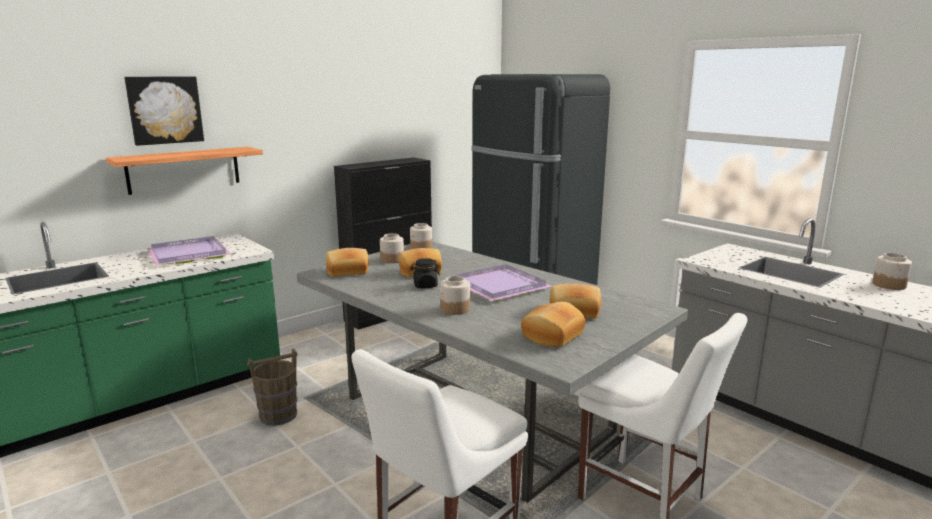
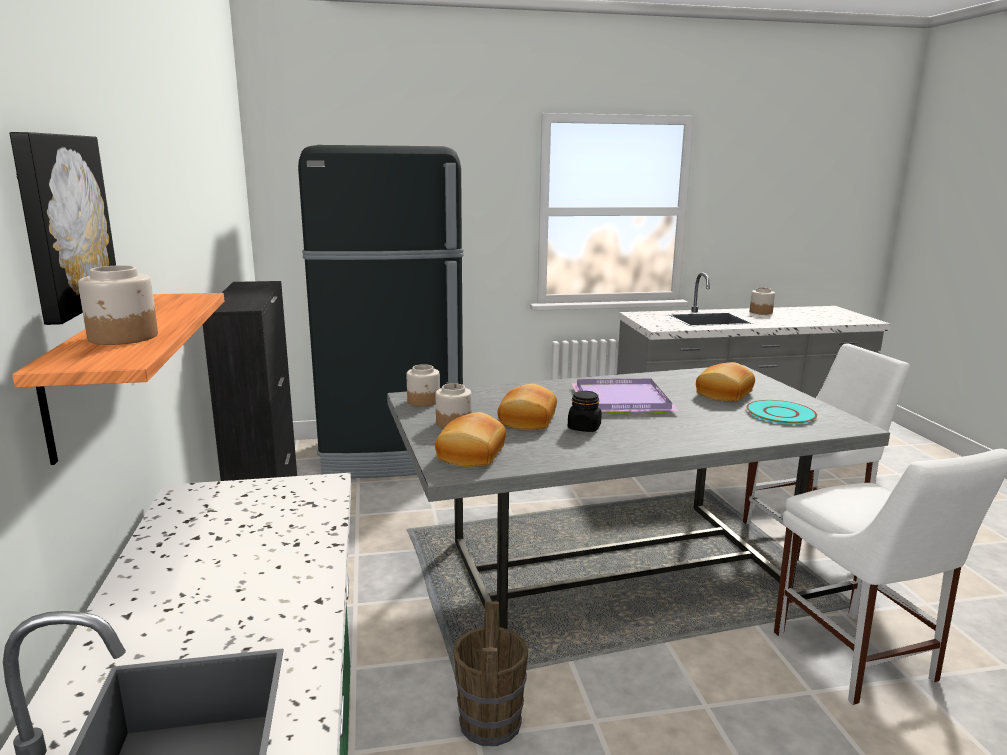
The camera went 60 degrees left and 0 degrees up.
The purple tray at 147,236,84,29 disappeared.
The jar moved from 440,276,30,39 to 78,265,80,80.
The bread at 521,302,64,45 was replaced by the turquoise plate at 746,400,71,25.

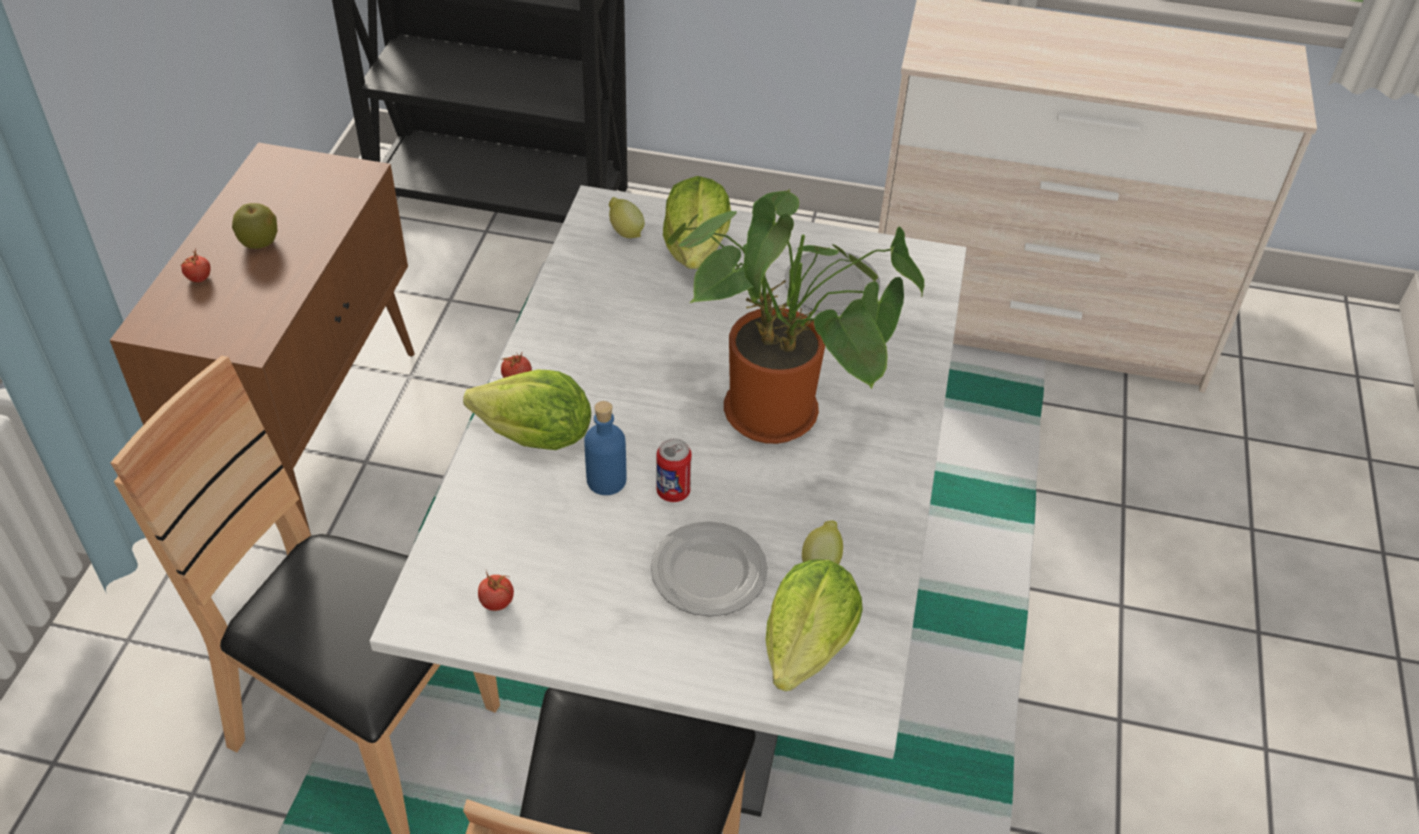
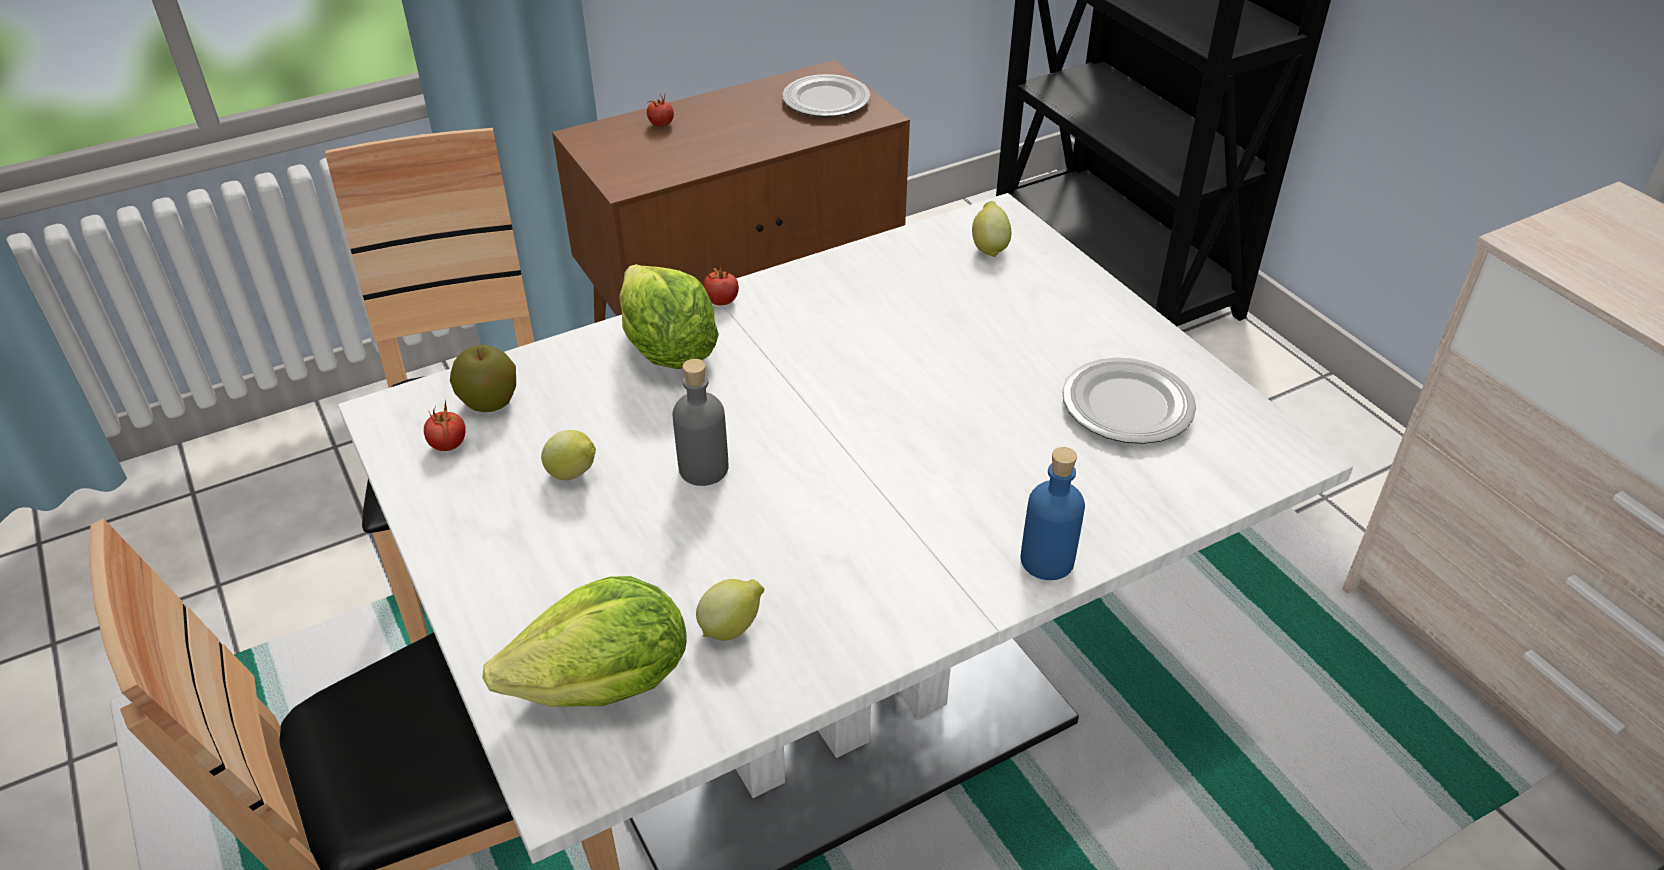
The camera went 50 degrees right and 5 degrees down.
The lettuce at 663,176,68,93 disappeared.
The potted plant at 667,189,257,255 disappeared.
The apple moved from 232,203,46,46 to 450,344,66,68.
The blue bottle moved from 584,401,42,94 to 1021,447,64,133.
The can at 657,438,35,64 was replaced by the grey bottle at 672,359,56,127.
The plate moved from 651,521,117,95 to 782,74,88,43.
The lemon at 541,430,55,50 appeared.

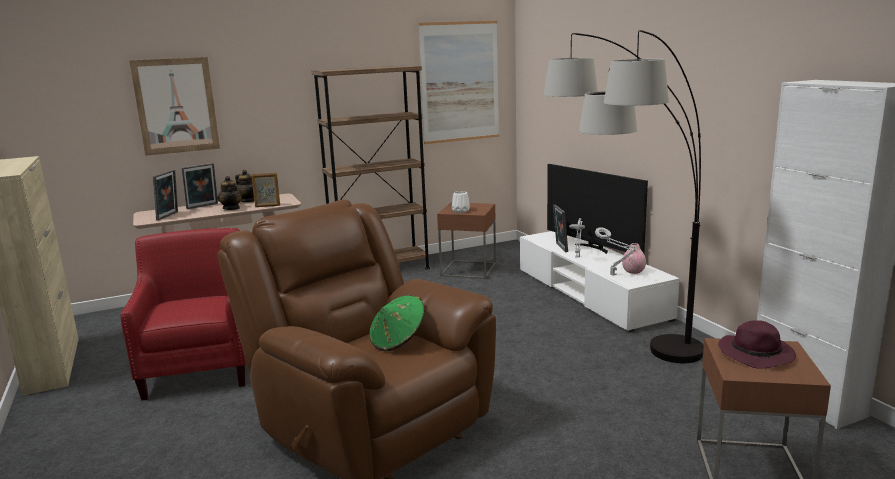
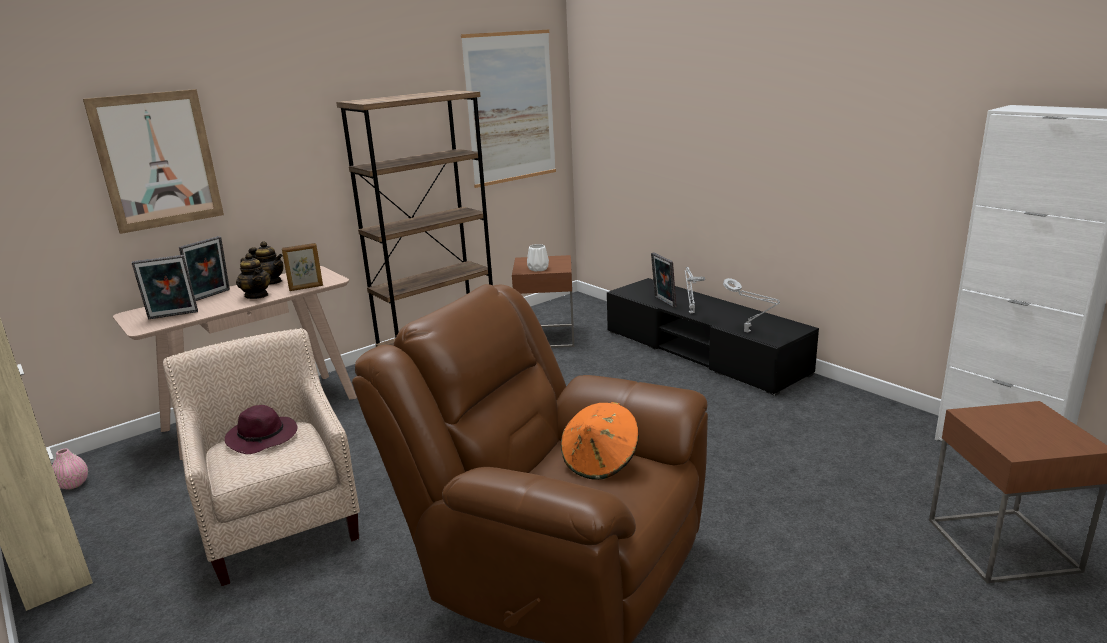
The camera went 15 degrees left and 5 degrees up.
The floor lamp at 544,30,160,333 disappeared.
The television at 547,164,101,90 disappeared.
The picture frame at 153,170,25,50 turned 75 degrees clockwise.
The red armchair at 121,228,125,173 became the beige armchair at 163,328,197,258.
The white tv stand at 520,231,160,102 became the black tv stand at 607,278,212,118.
The pink vase moved from 622,243,24,31 to 52,449,36,41.
The green hat at 369,296,55,55 became the orange hat at 561,402,78,78.
The purple hat moved from 718,320,78,49 to 225,405,73,49.

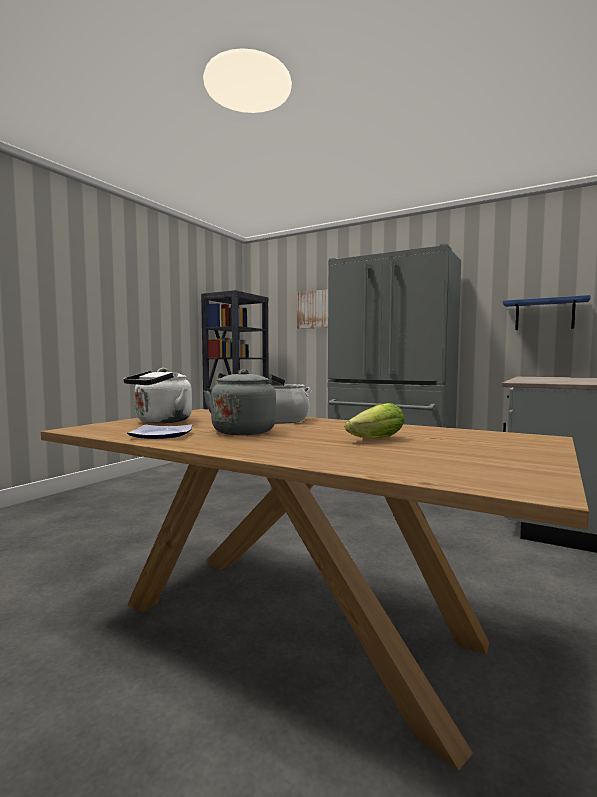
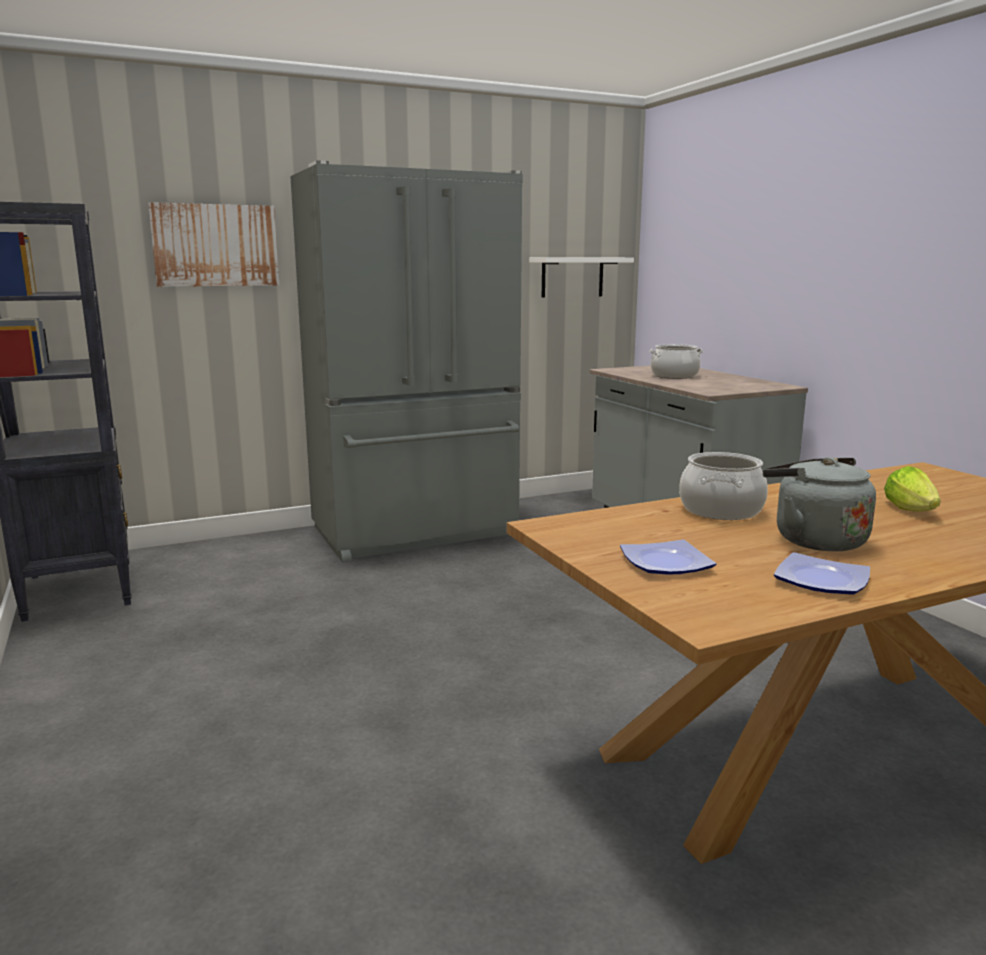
The camera went 55 degrees left and 10 degrees up.
The blue shelf at 503,295,88,35 became the white shelf at 529,257,105,41.
The white kettle at 123,368,69,55 was replaced by the plate at 620,539,96,35.
The cooking pot at 649,344,54,35 appeared.

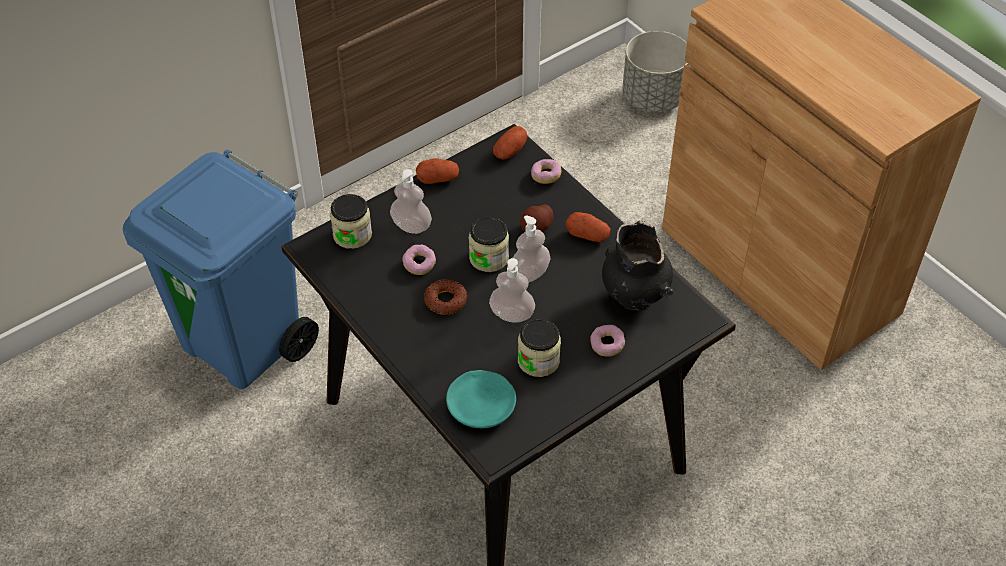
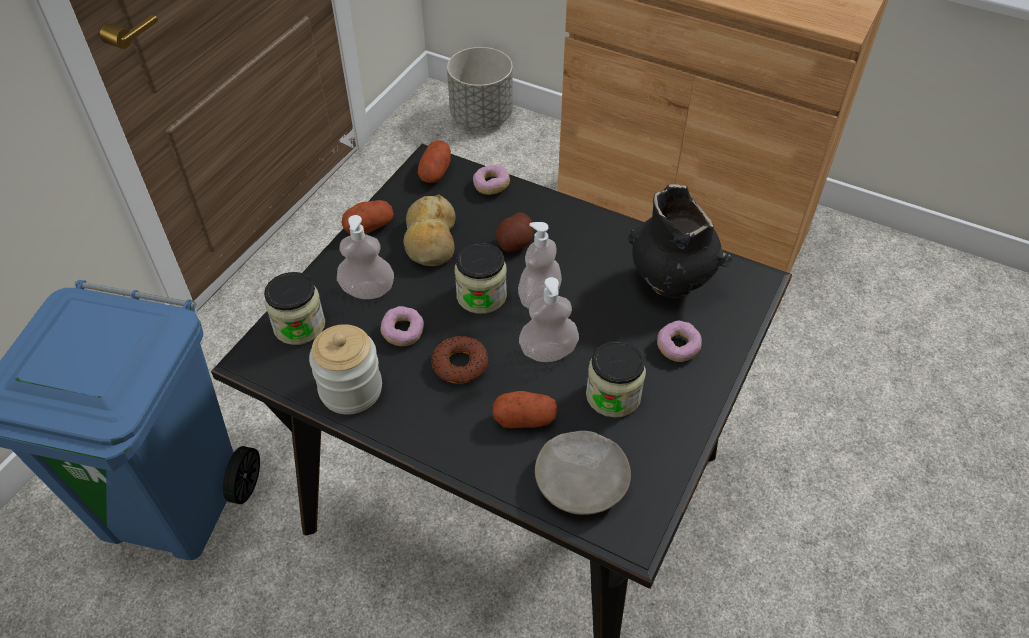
The camera went 25 degrees left and 0 degrees up.
The potato moved from 566,212,45,30 to 493,391,65,37.
The turquoise plate at 446,370,70,58 became the beige plate at 535,431,96,84.
The bread at 403,194,52,72 appeared.
The jar at 309,324,73,91 appeared.

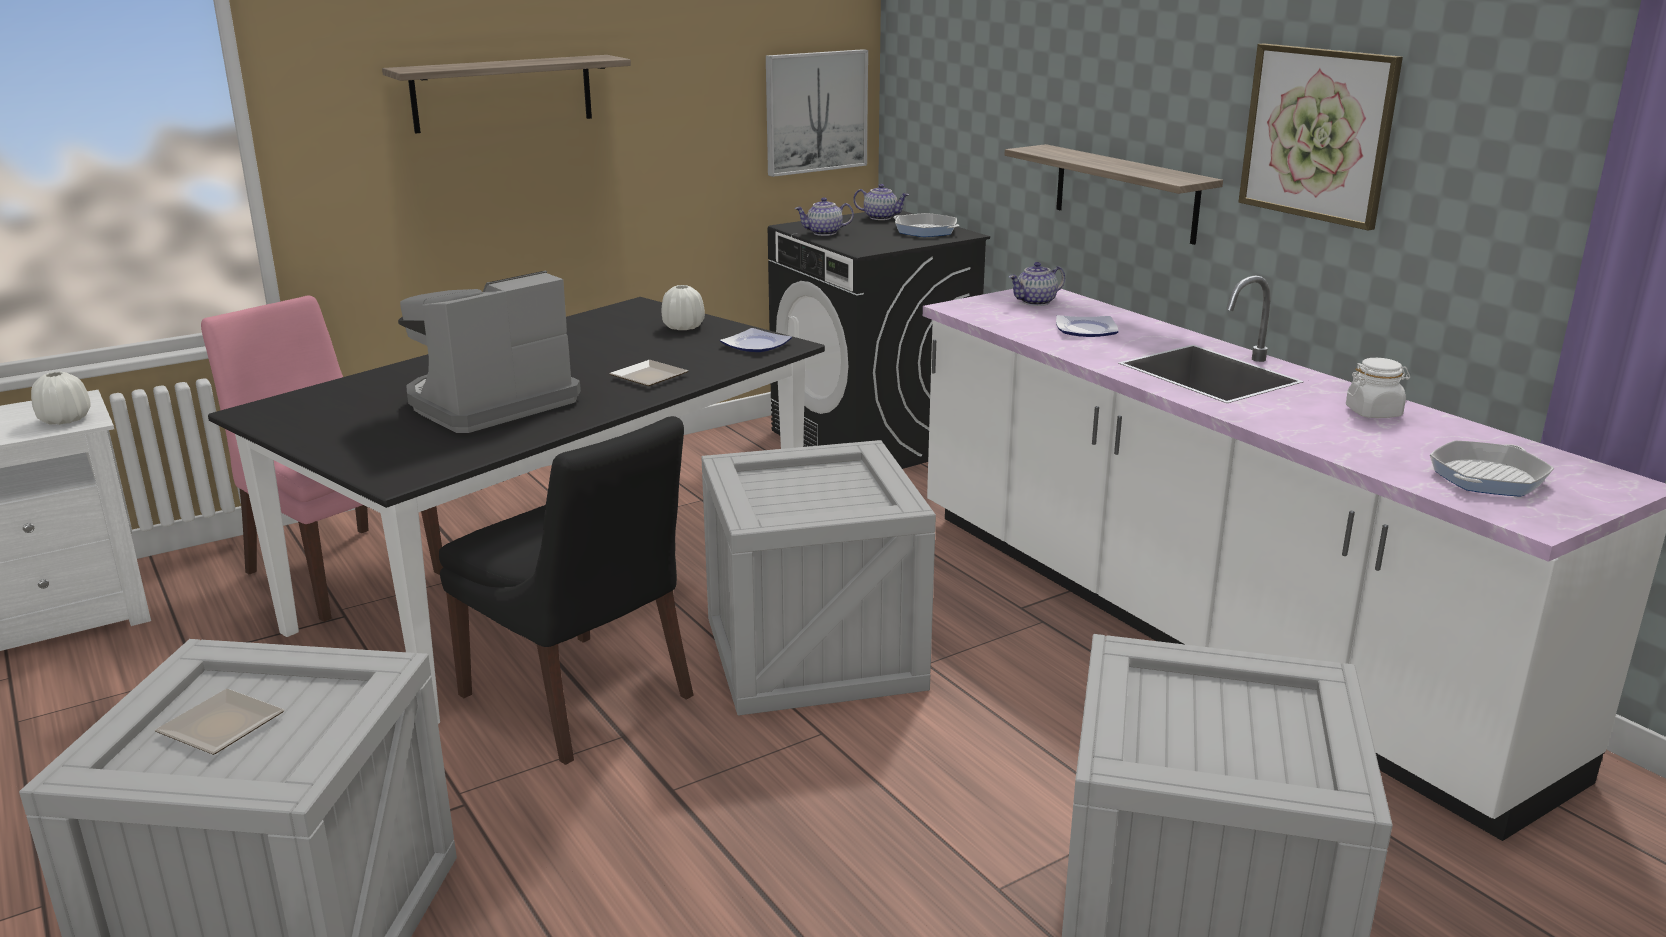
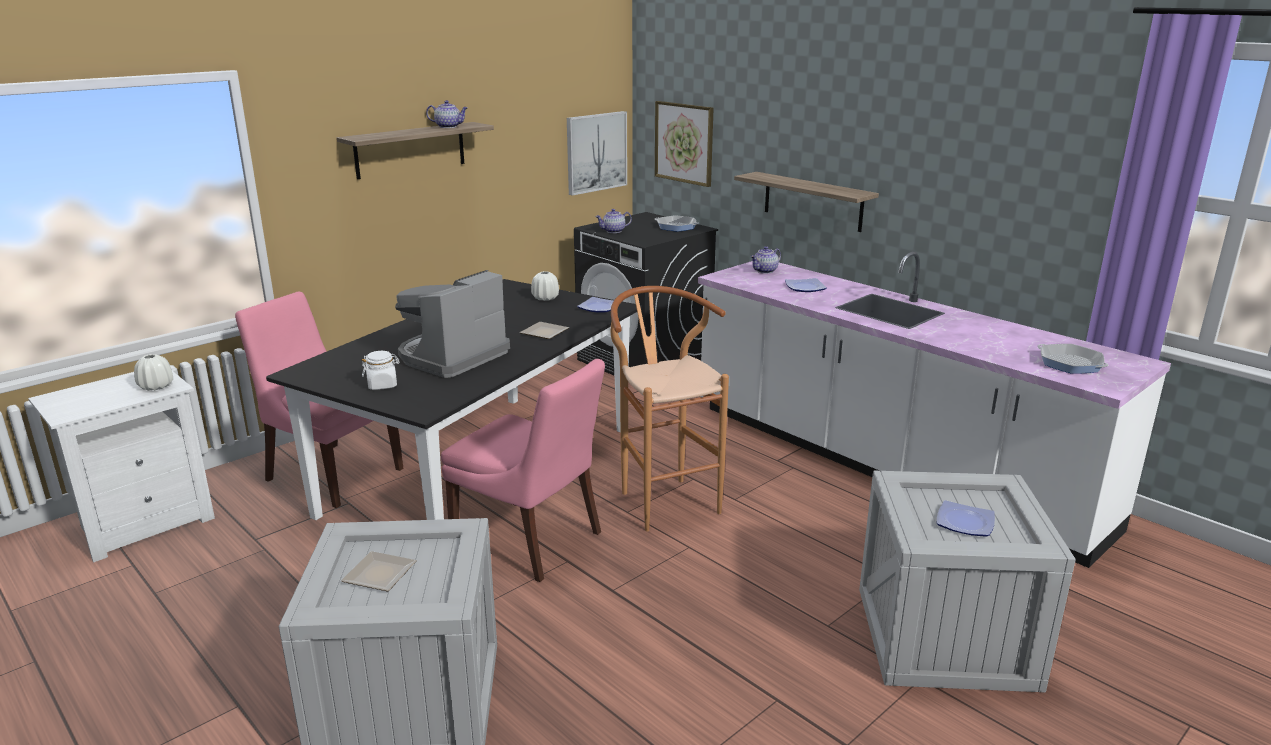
The camera went 10 degrees left and 0 degrees up.
The picture moved from 1239,43,164,188 to 655,101,59,86.
The teapot moved from 853,184,56,36 to 426,100,42,28.
The white jar moved from 1346,358,64,60 to 362,351,37,39.
The black chair at 439,416,255,349 became the pink chair at 441,359,164,223.
The crate at 701,440,235,276 was replaced by the brown stool at 611,286,118,246.
The frying pan at 1430,440,124,57 turned 105 degrees clockwise.
The plate at 937,500,58,37 appeared.

